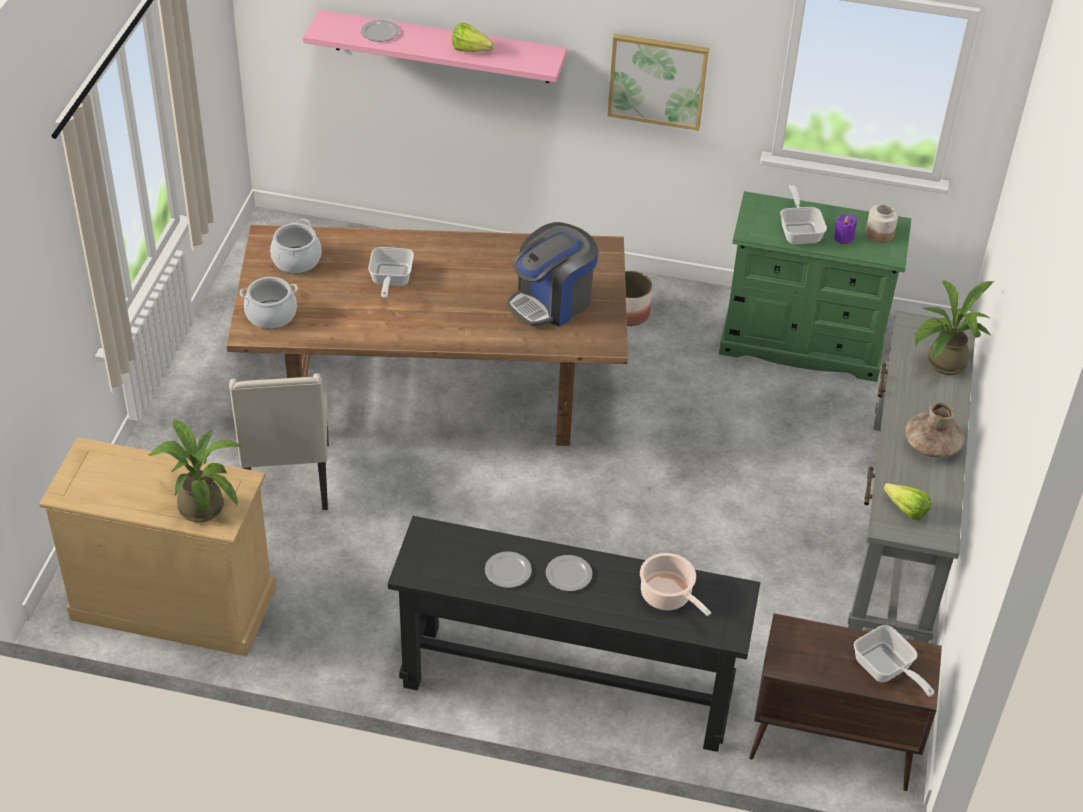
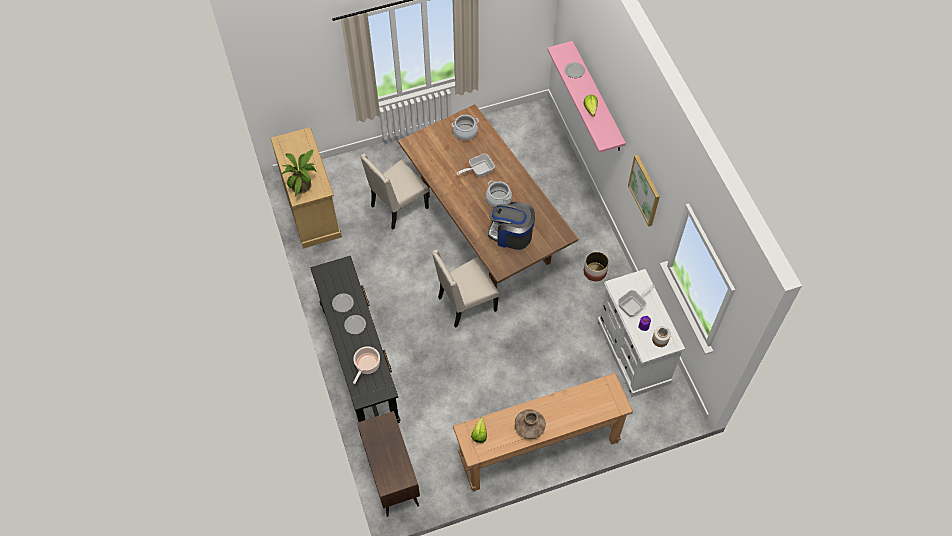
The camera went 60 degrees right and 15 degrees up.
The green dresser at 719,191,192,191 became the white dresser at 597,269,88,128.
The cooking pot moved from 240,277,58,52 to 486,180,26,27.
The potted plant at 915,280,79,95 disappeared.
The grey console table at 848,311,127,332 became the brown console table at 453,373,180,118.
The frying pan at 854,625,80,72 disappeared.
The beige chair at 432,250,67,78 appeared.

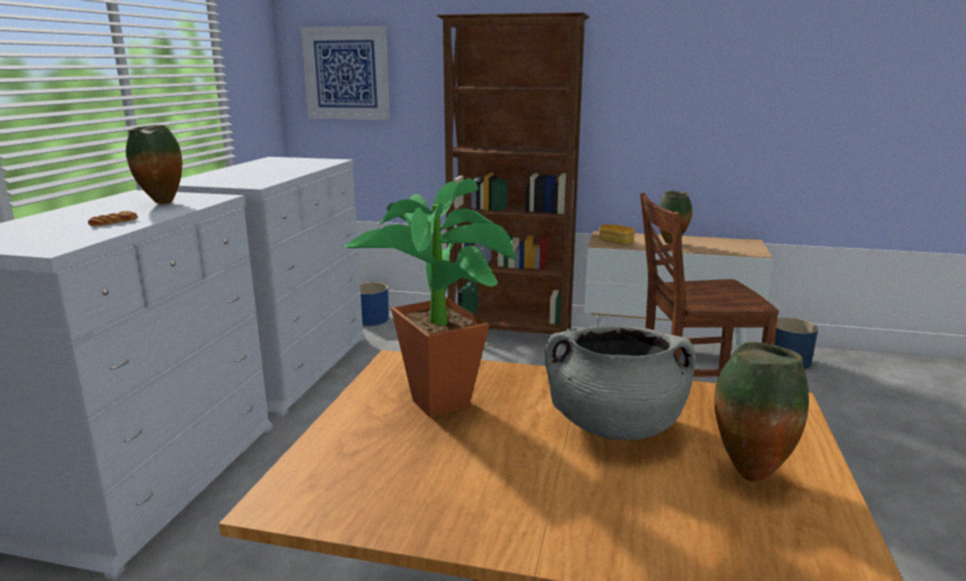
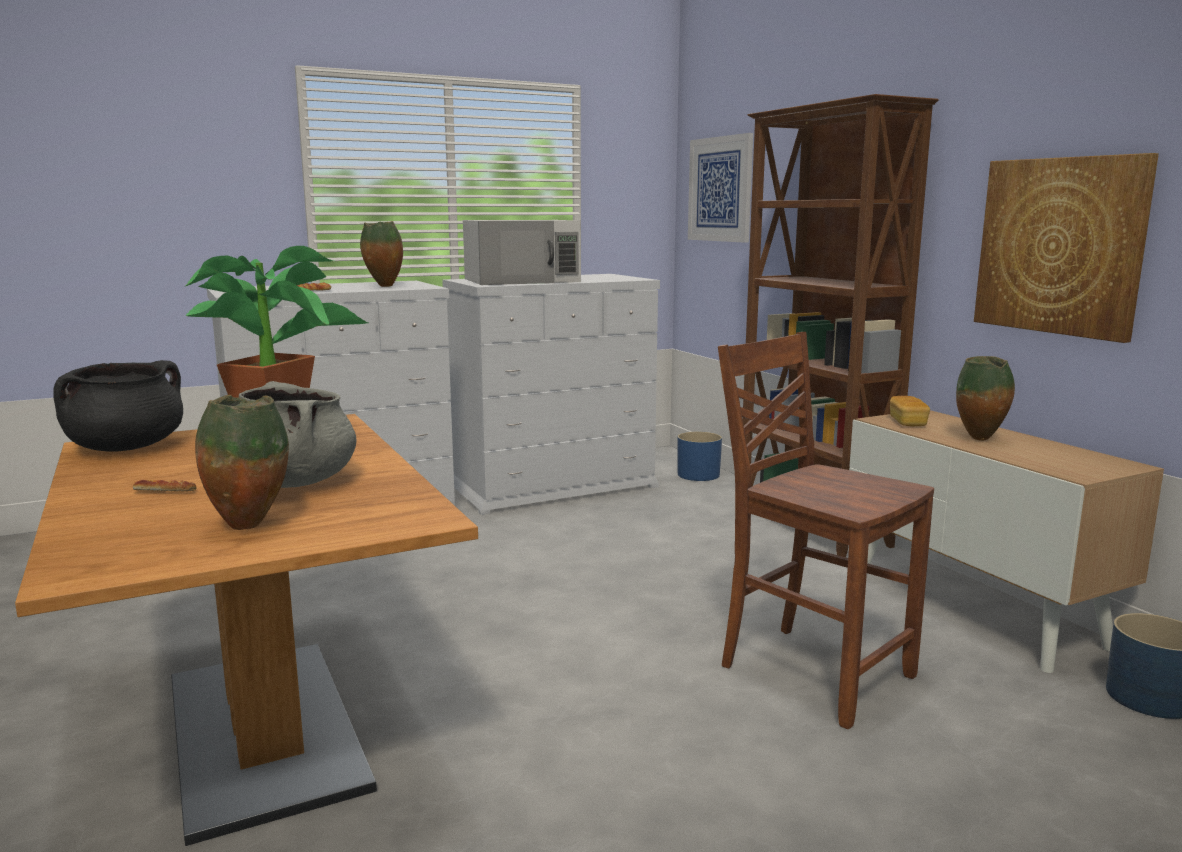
The camera went 50 degrees right and 5 degrees down.
The picture at 974,153,185,190 appeared.
The white microwave at 463,220,118,65 appeared.
The black cooking pot at 53,360,130,92 appeared.
The bread at 133,480,64,11 appeared.

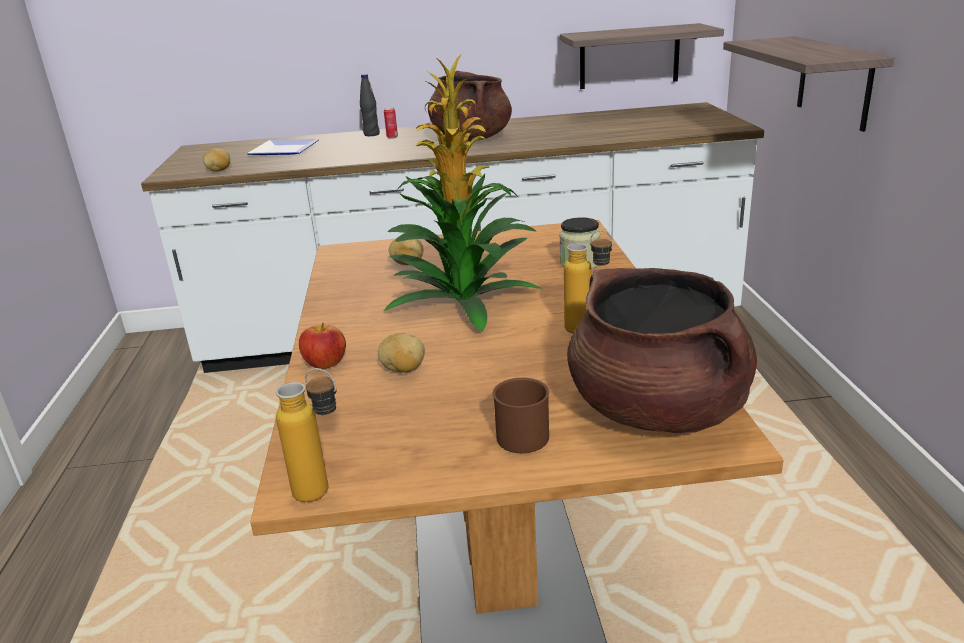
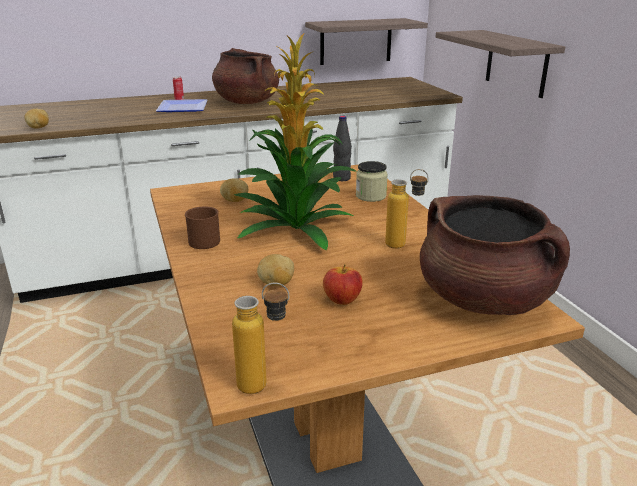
The camera went 15 degrees left and 0 degrees up.
The black bottle moved from 360,74,20,62 to 333,116,19,65.
The plate moved from 247,139,72,16 to 156,99,51,13.
The apple moved from 299,322,47,47 to 323,265,40,40.
The brown mug moved from 493,378,56,75 to 185,206,35,43.

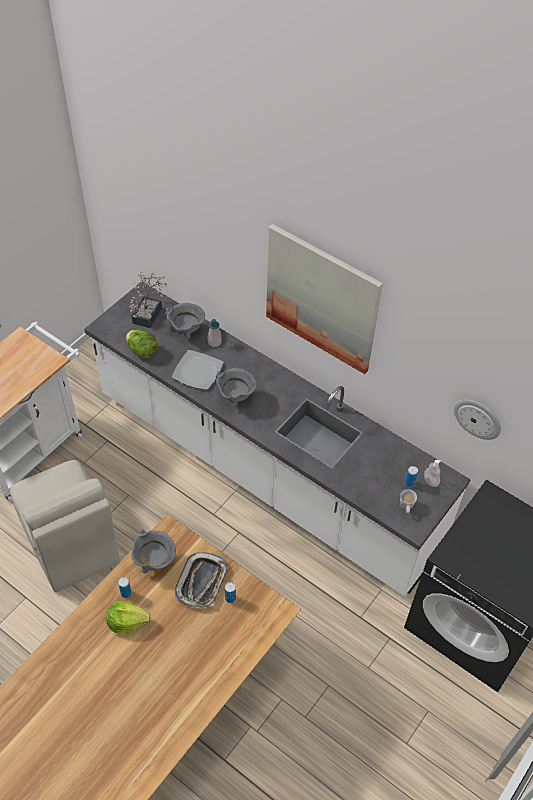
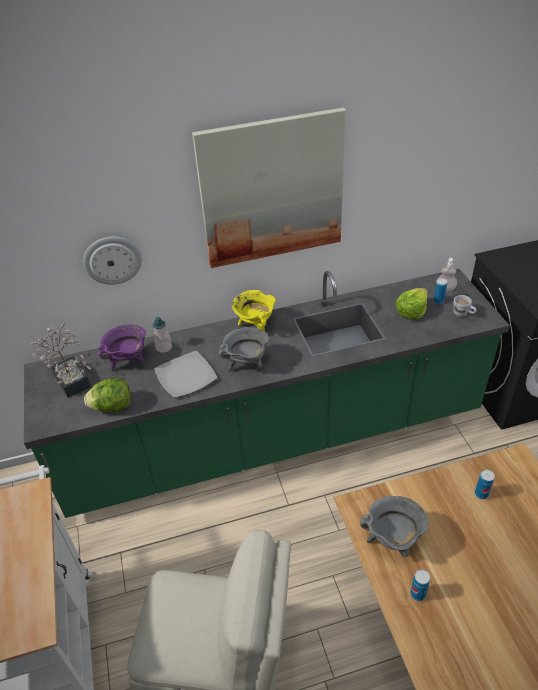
The camera went 50 degrees left and 10 degrees down.
The white counter at 84,282,387,315 became the green counter at 24,269,486,249.
The grey cooking pot at 165,303,40,36 became the purple cooking pot at 98,324,48,47.
The wall clock moved from 454,399,47,41 to 83,237,59,48.
The tray at 175,552,53,56 disappeared.
The lettuce moved from 106,601,45,32 to 396,288,32,32.
The yellow cooking pot at 232,290,44,41 appeared.

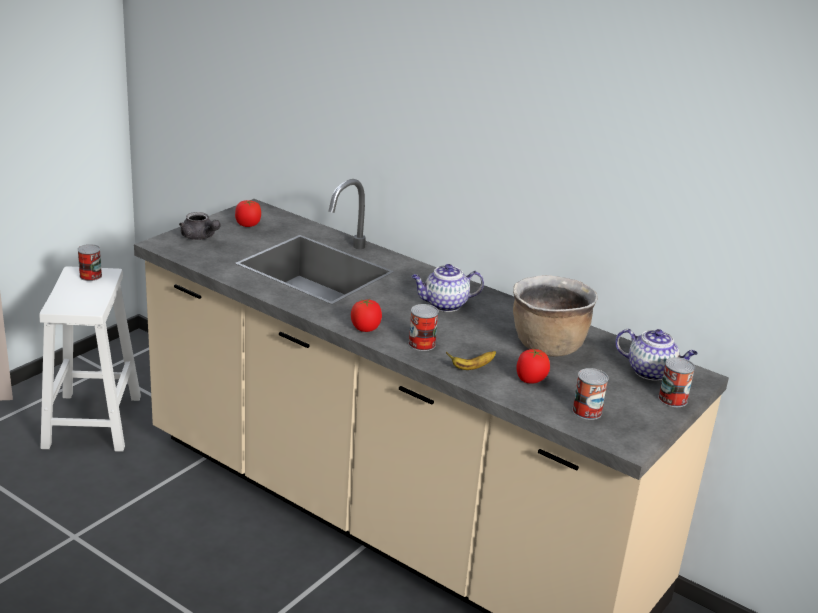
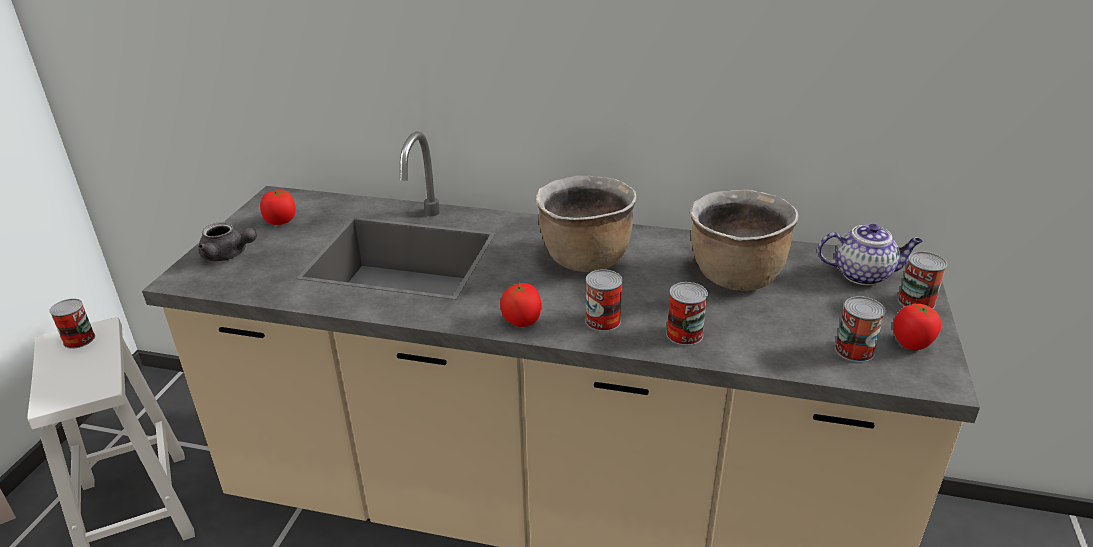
The camera went 20 degrees left and 5 degrees up.
The teapot at 411,264,73,48 was replaced by the brown cooking pot at 535,176,102,96.
The tomato moved from 516,349,34,34 to 893,304,48,46.
The banana at 446,351,50,19 was replaced by the can at 666,282,42,64.

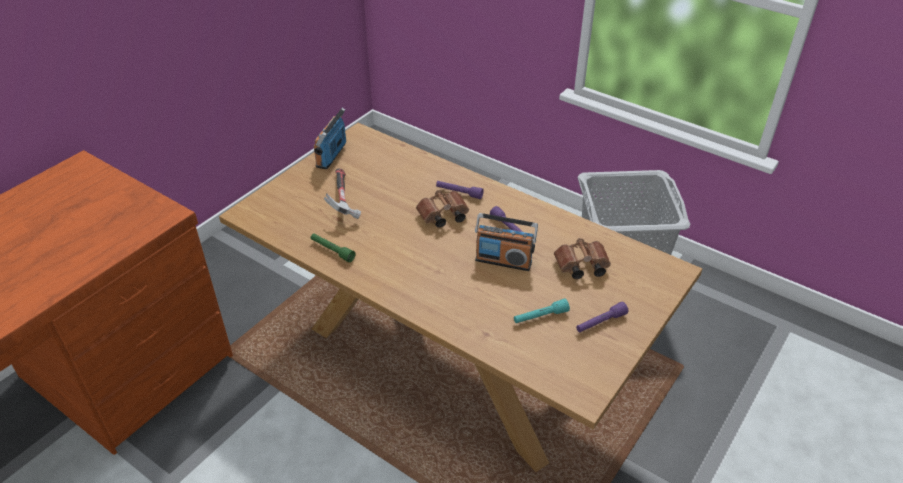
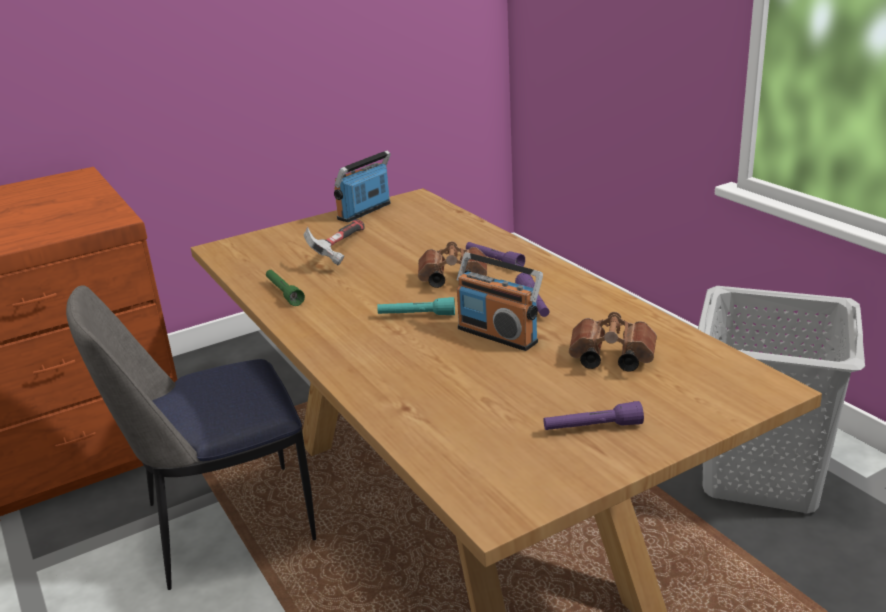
The camera went 25 degrees right and 15 degrees down.
The turquoise flashlight moved from 514,299,56,24 to 377,297,78,18.
The chair at 66,285,250,305 appeared.

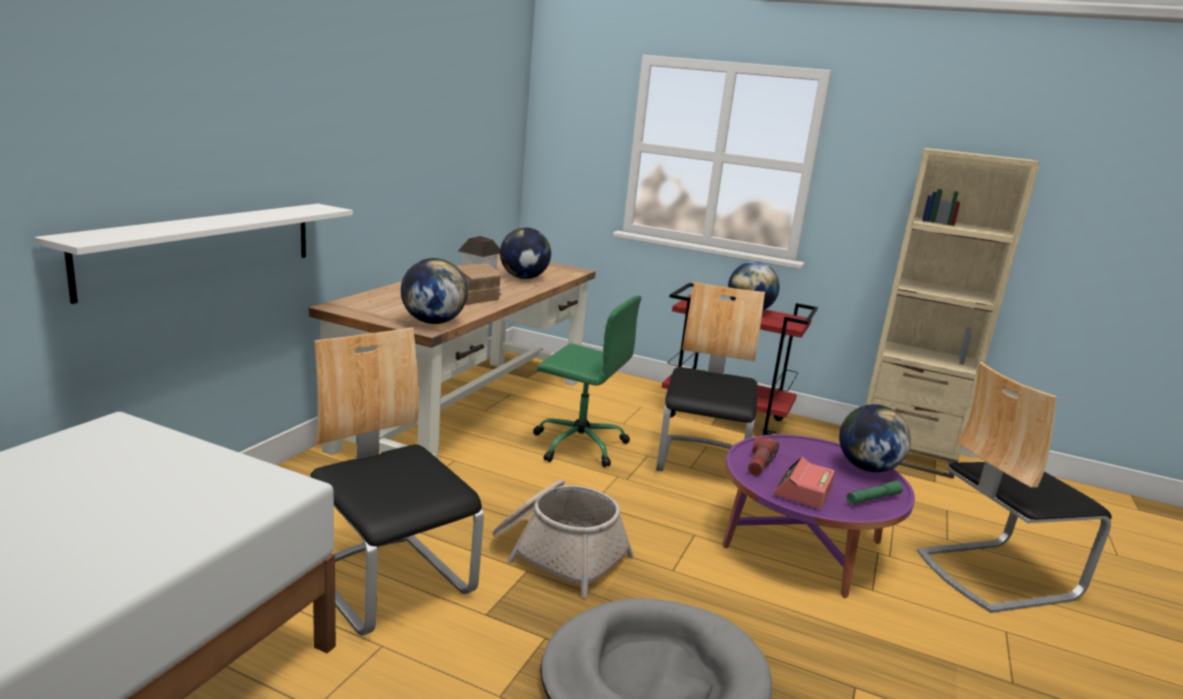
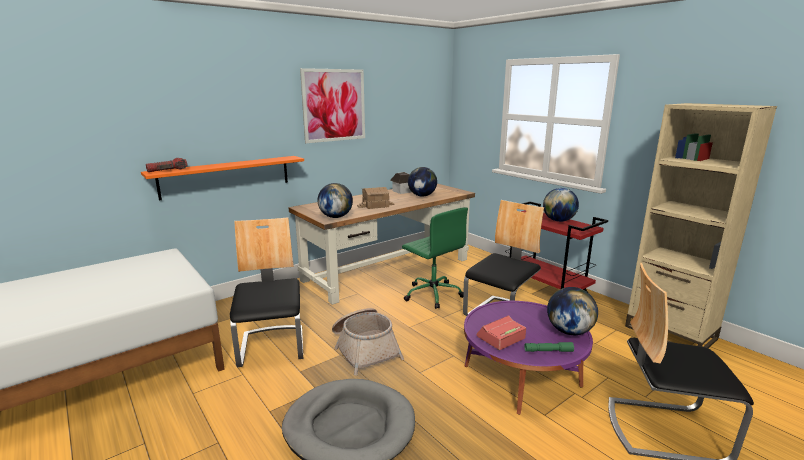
The camera went 30 degrees right and 0 degrees up.
The white shelf at 34,204,319,100 became the orange shelf at 141,156,163,45.
The flashlight moved from 748,436,31,40 to 146,158,41,14.
The picture at 300,68,65,75 appeared.

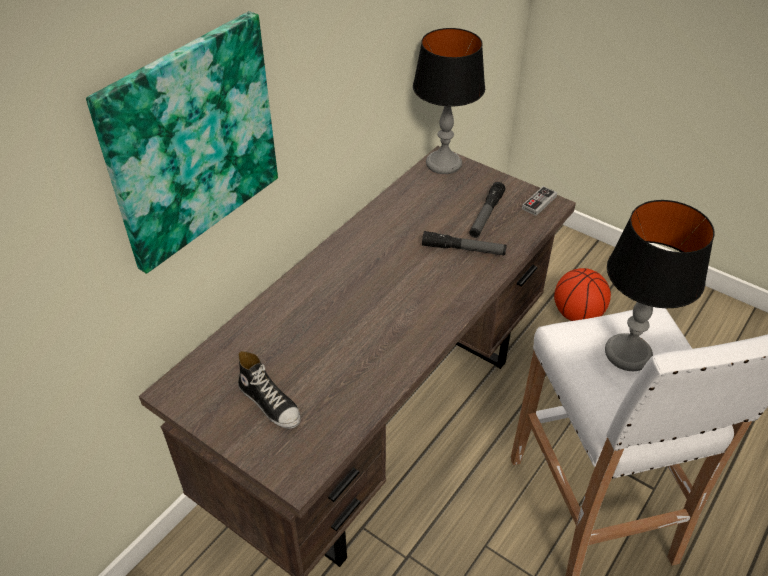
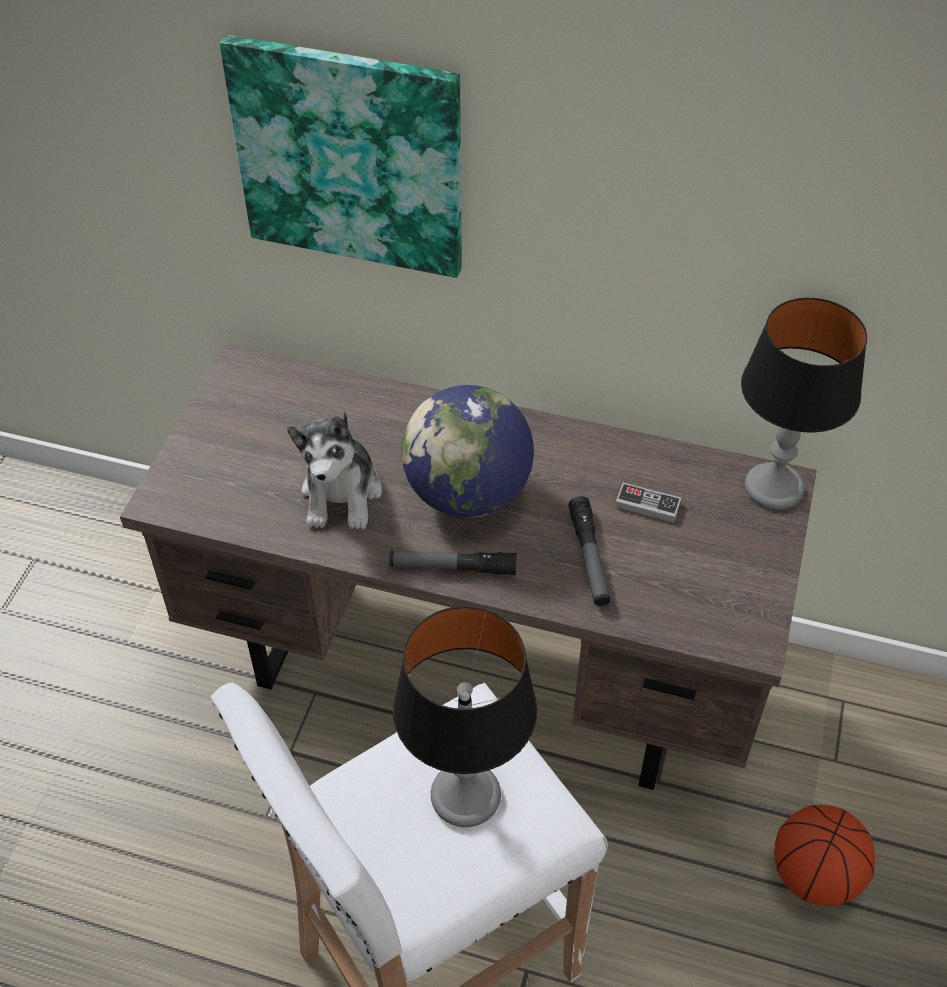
The camera went 70 degrees right and 5 degrees up.
The flashlight moved from 469,182,36,56 to 389,550,128,25.
The game controller moved from 522,186,35,30 to 615,483,66,40.
The shoe at 238,351,62,78 disappeared.
The globe at 401,385,133,133 appeared.
The plush toy at 287,411,95,118 appeared.

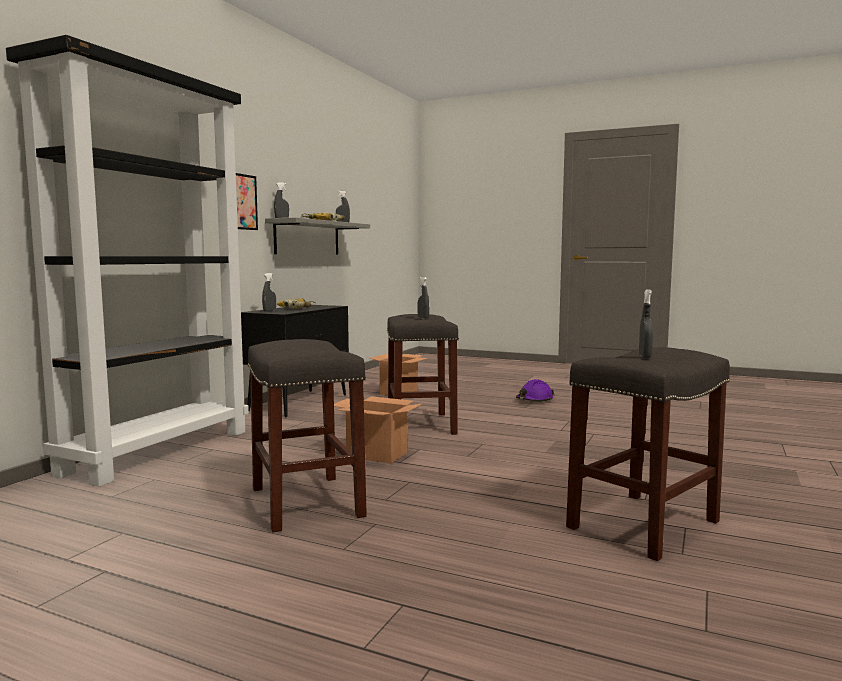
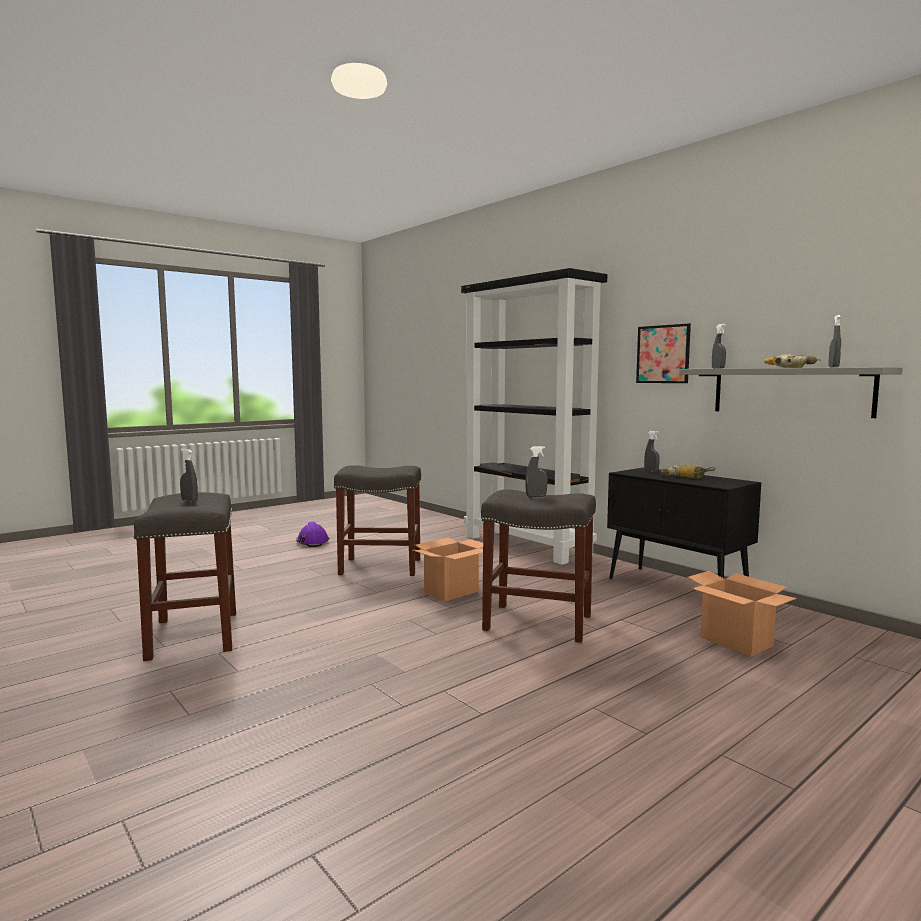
The camera went 115 degrees right and 0 degrees up.
The purple hard hat moved from 516,379,38,23 to 296,522,33,25.

